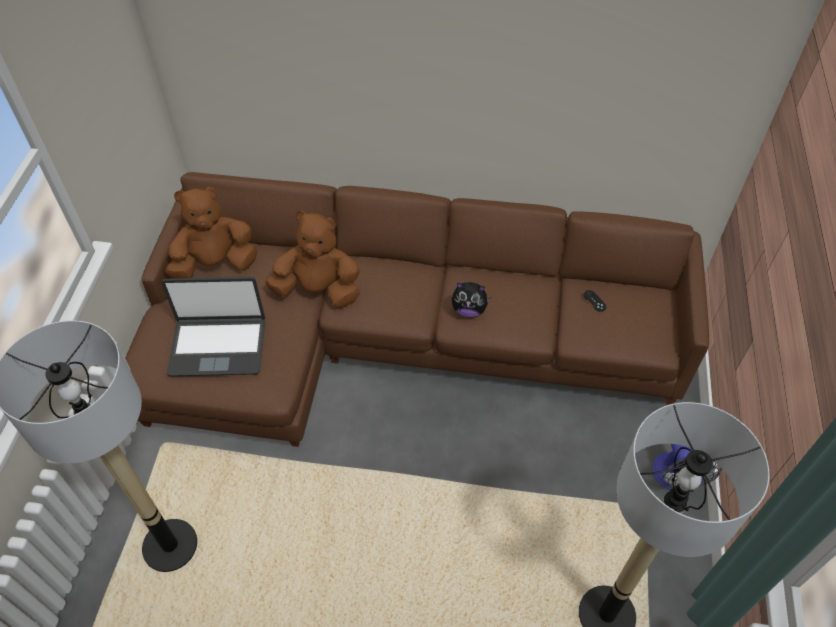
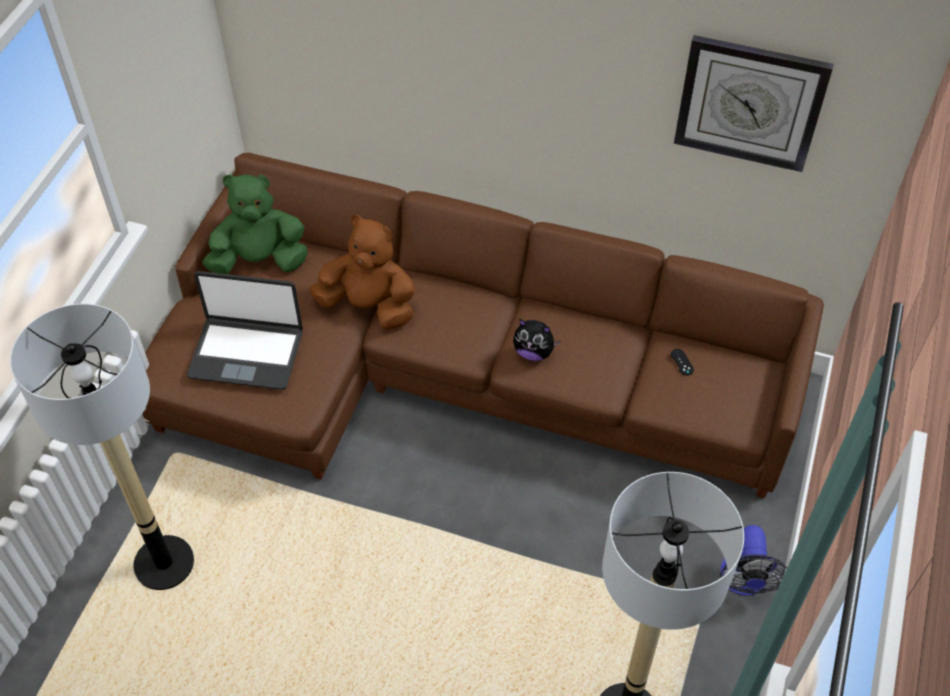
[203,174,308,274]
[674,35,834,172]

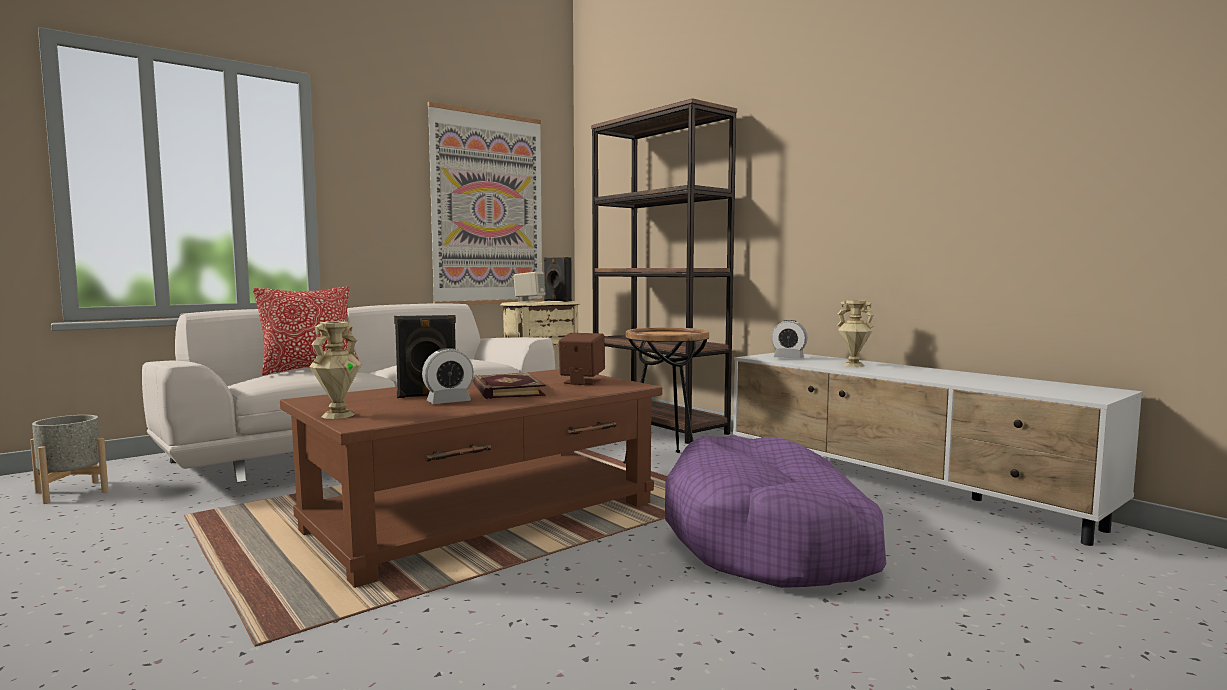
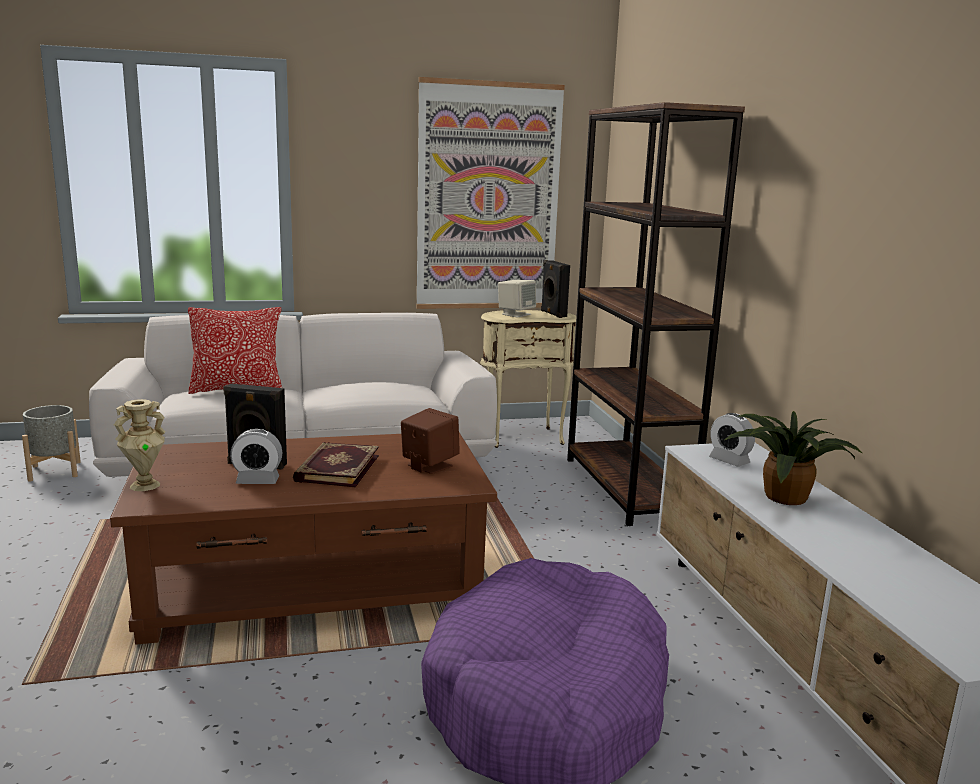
[724,411,863,505]
[623,327,709,463] (first image)

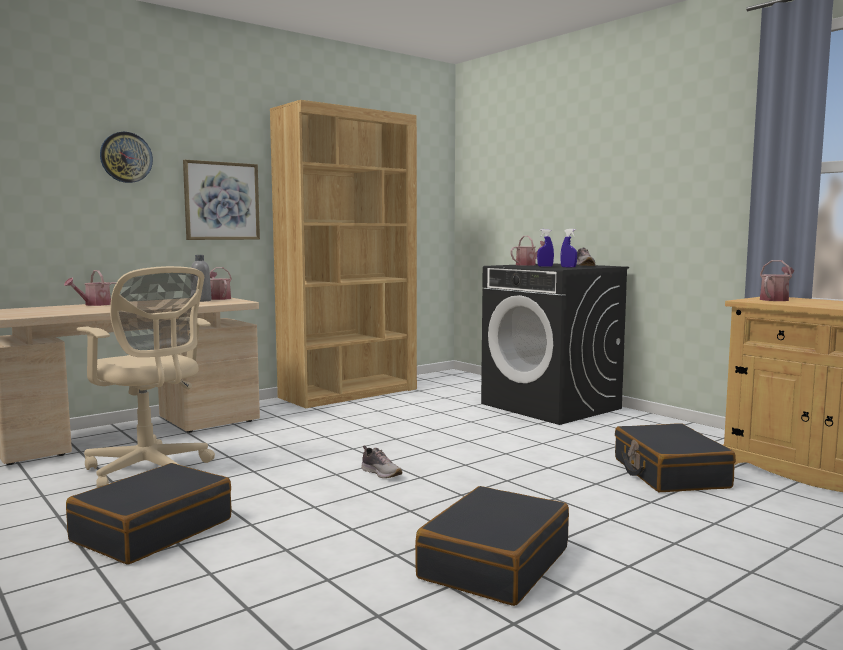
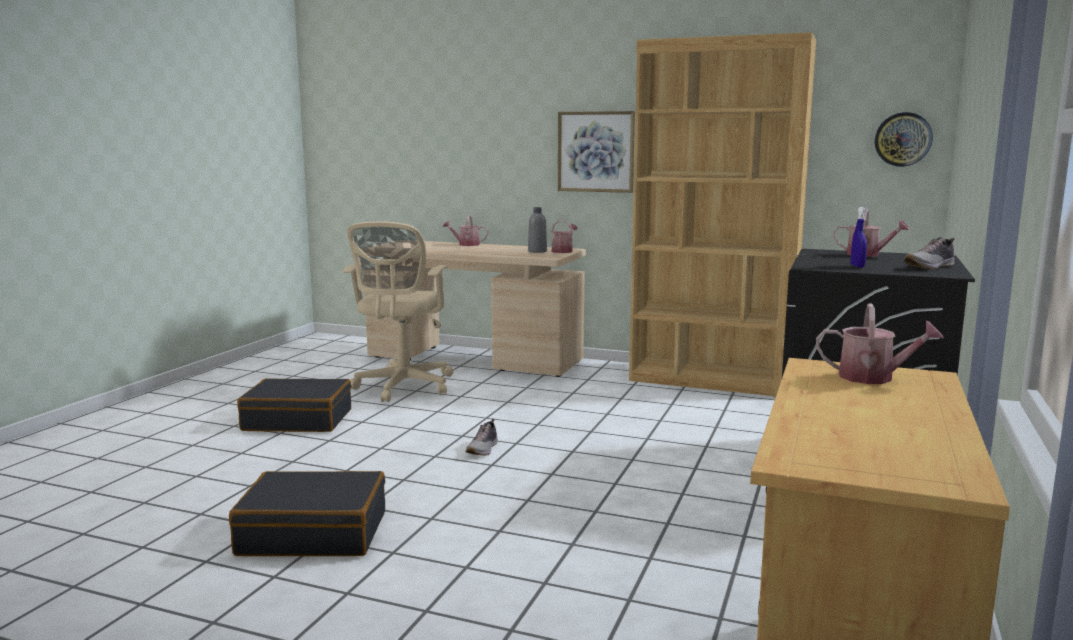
[875,112,933,167]
[537,229,554,267] (first image)
[615,423,736,492] (first image)

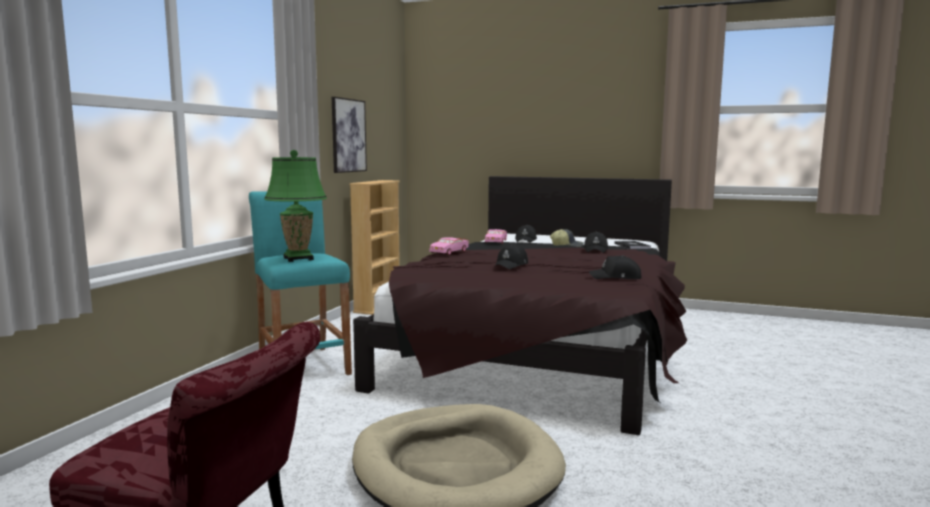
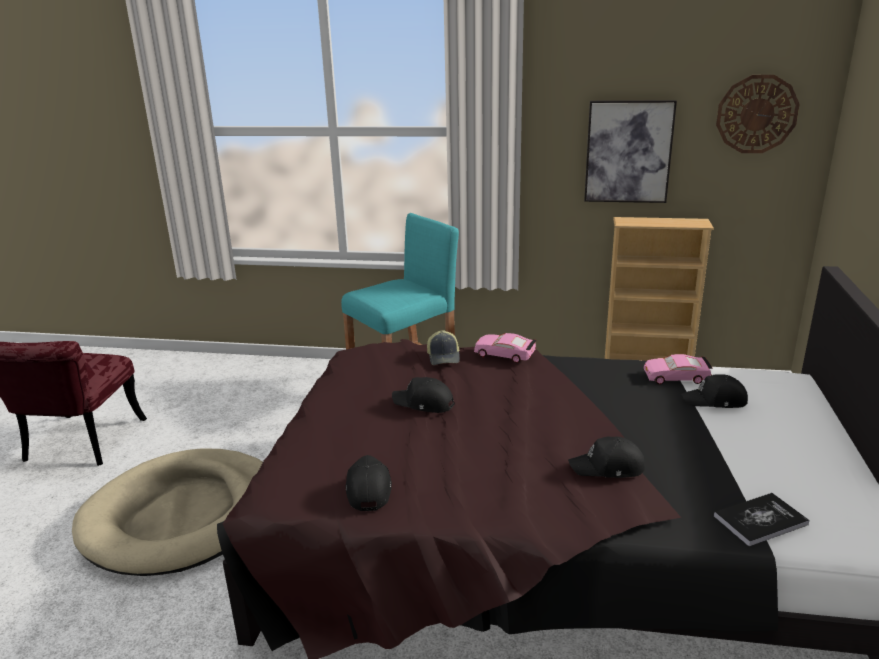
[427,330,460,365]
[716,75,800,153]
[264,150,327,262] (first image)

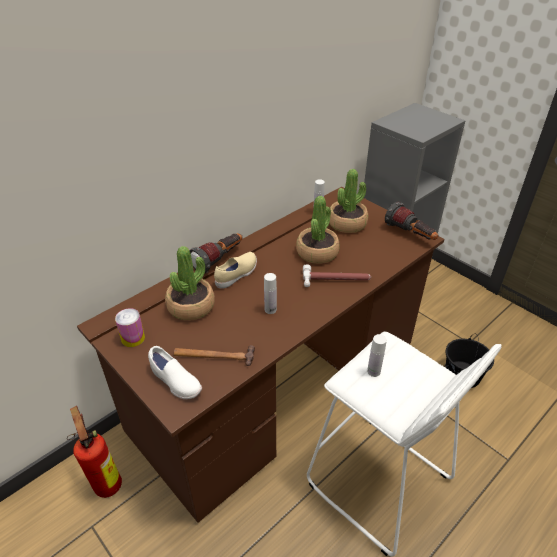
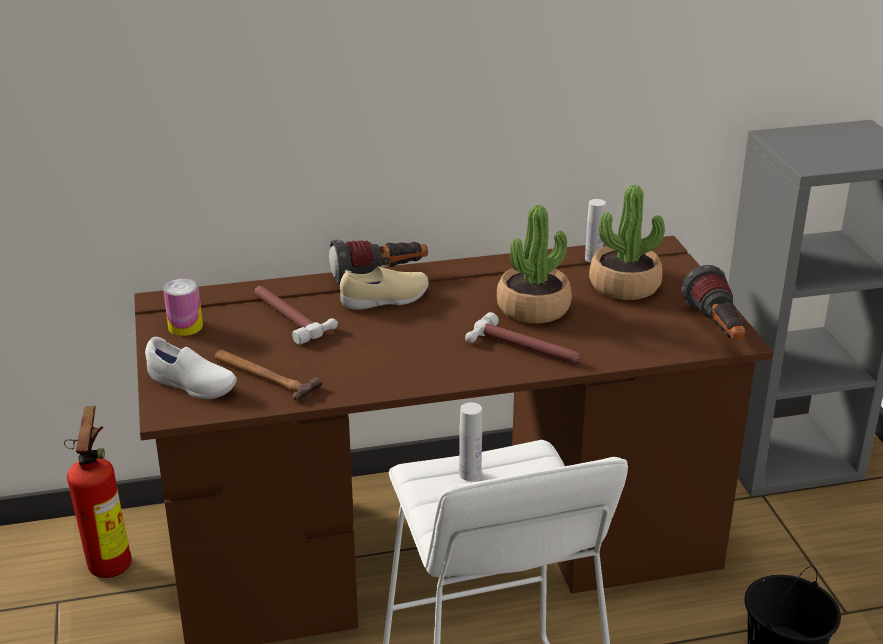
[145,337,237,399]
[255,286,338,345]
[264,273,277,314] (first image)

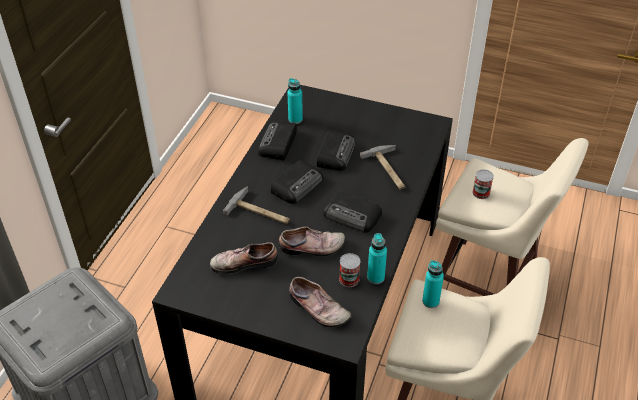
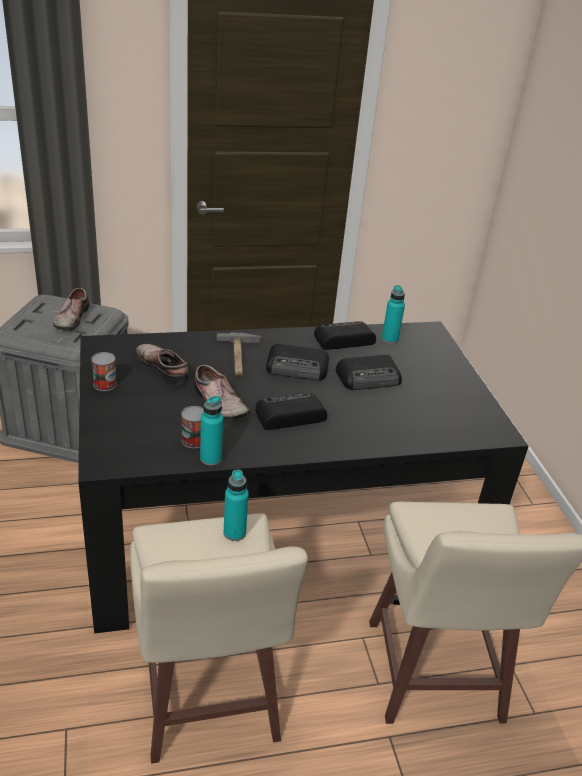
[53,288,90,331]
[91,352,117,391]
[255,393,327,430]
[360,145,405,190] (first image)

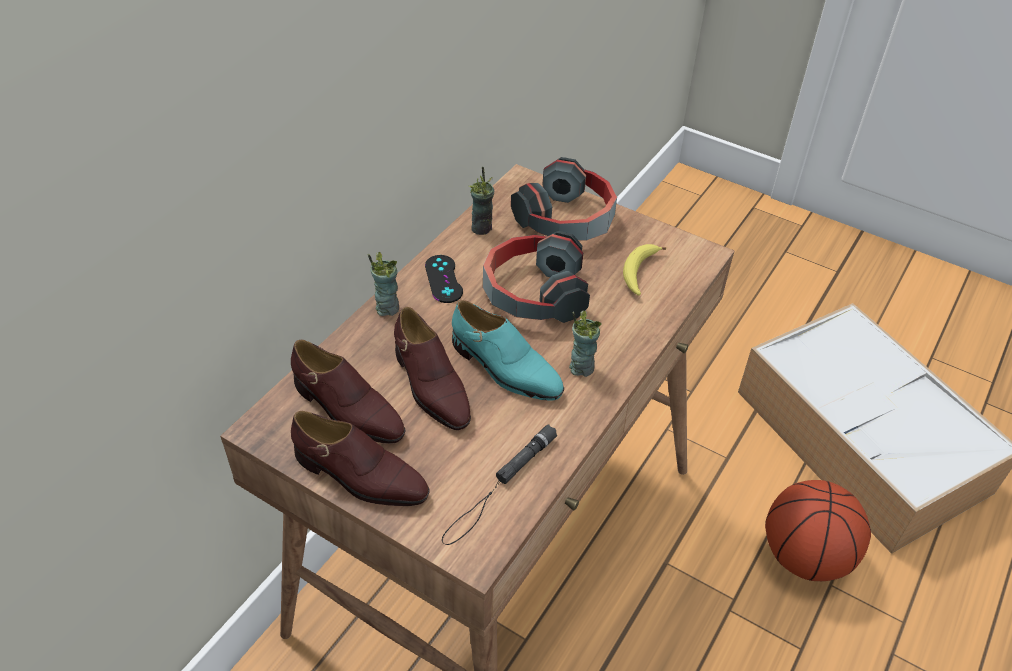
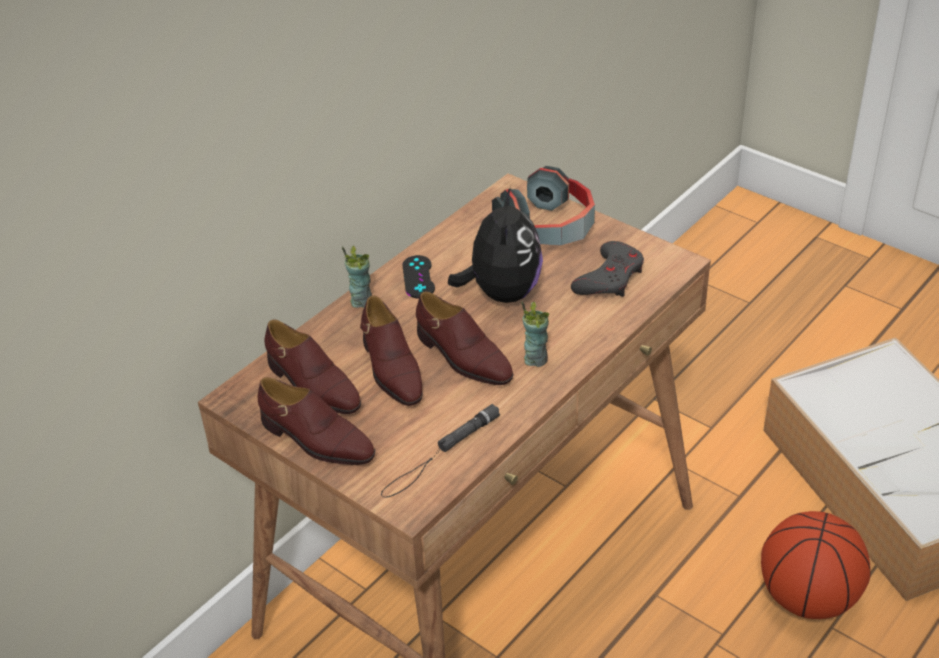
[416,291,514,385]
[448,187,543,303]
[571,241,644,297]
[469,167,494,235] (first image)

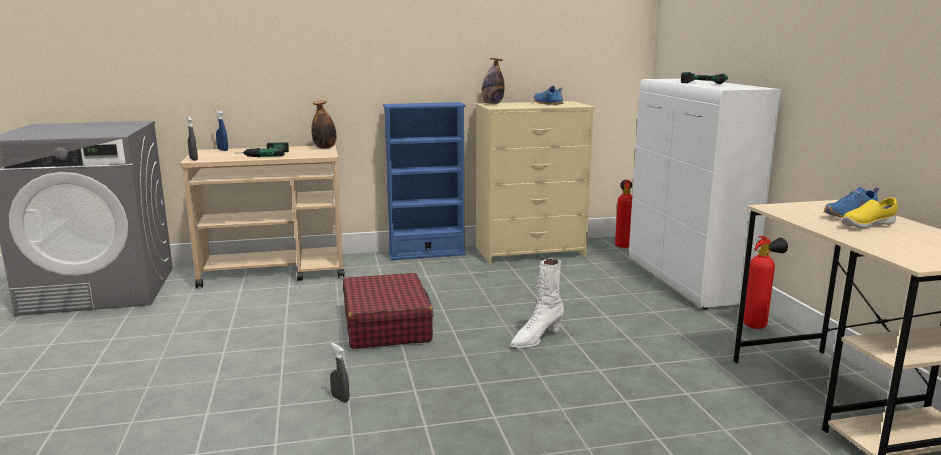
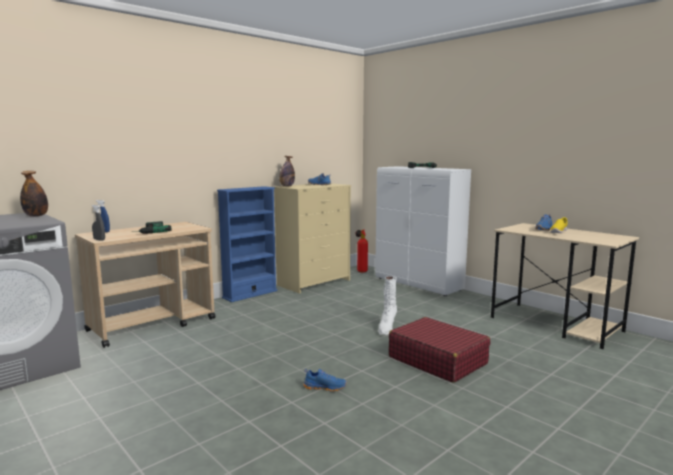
[20,171,48,217]
[303,369,347,392]
[389,317,490,383]
[743,236,788,329] (first image)

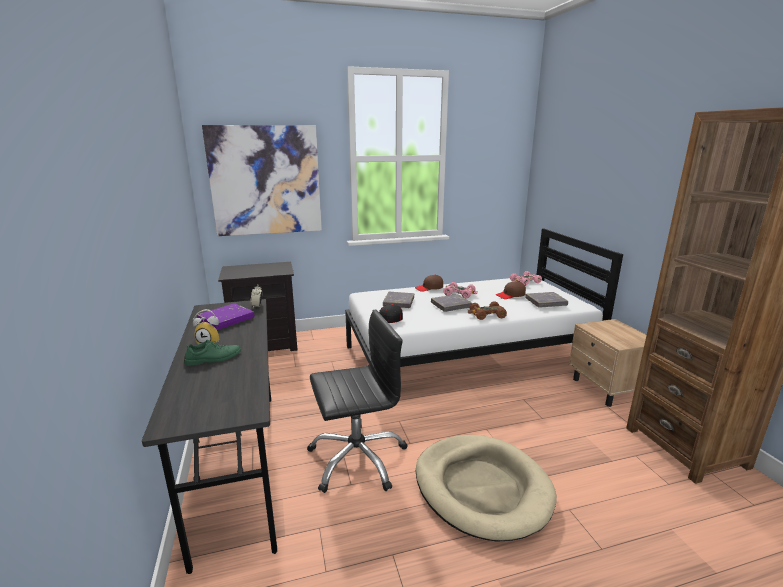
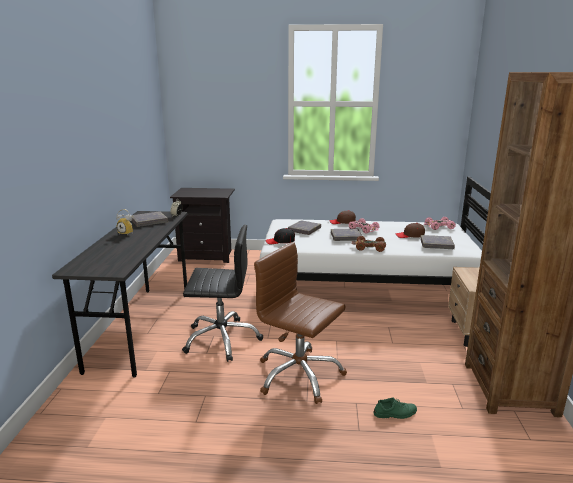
[131,211,168,227]
[254,242,347,404]
[373,397,417,419]
[202,125,322,236] (first image)

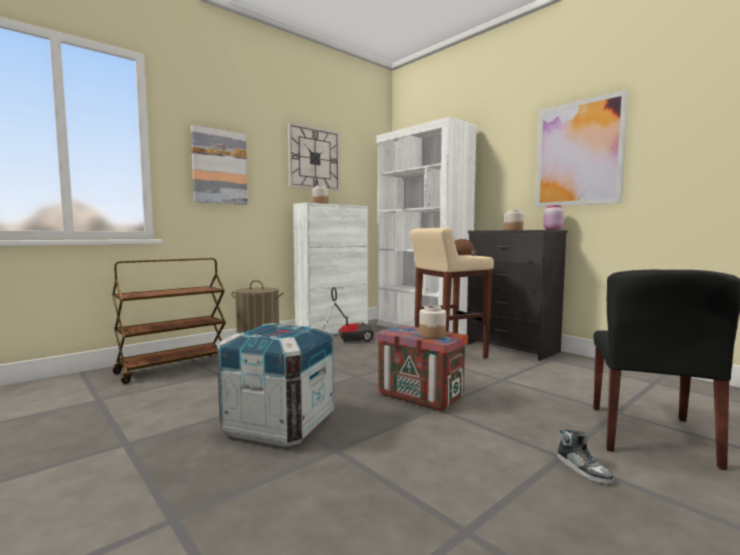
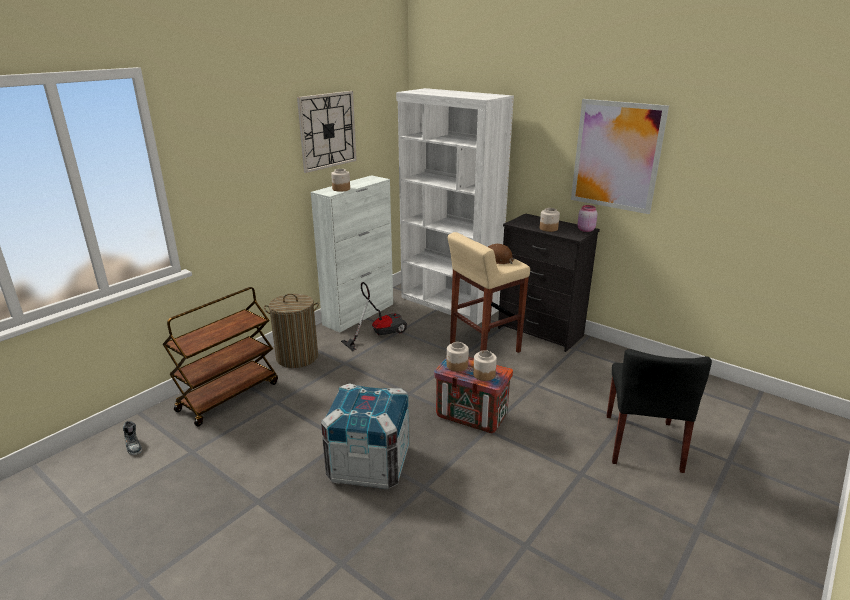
[123,421,142,455]
[446,342,469,371]
[191,125,248,205] (first image)

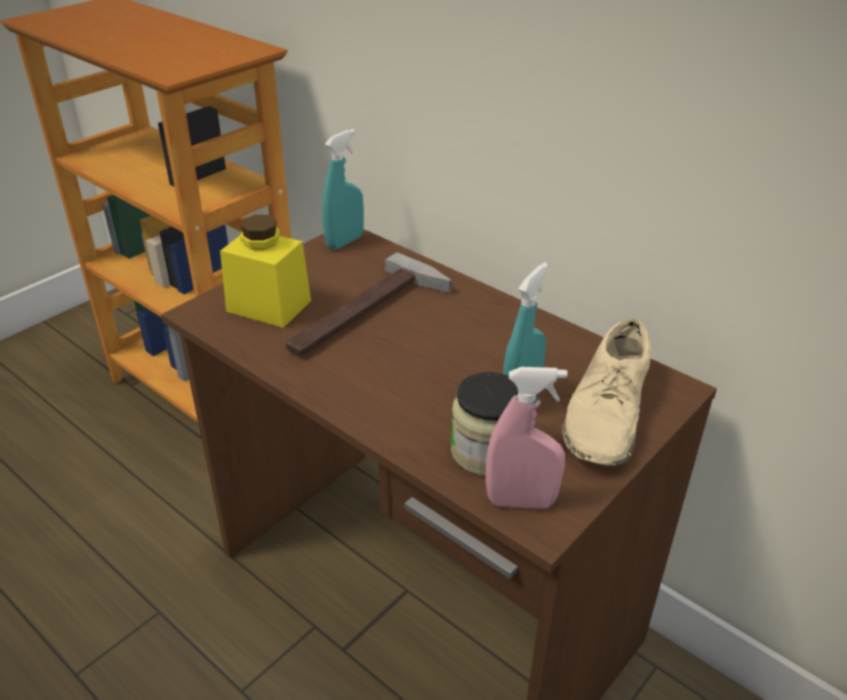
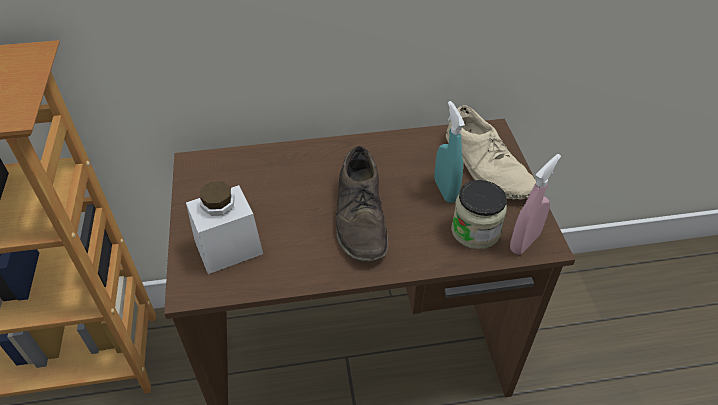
[186,181,263,274]
[336,146,388,261]
[285,252,452,356] (first image)
[322,129,364,250] (first image)

